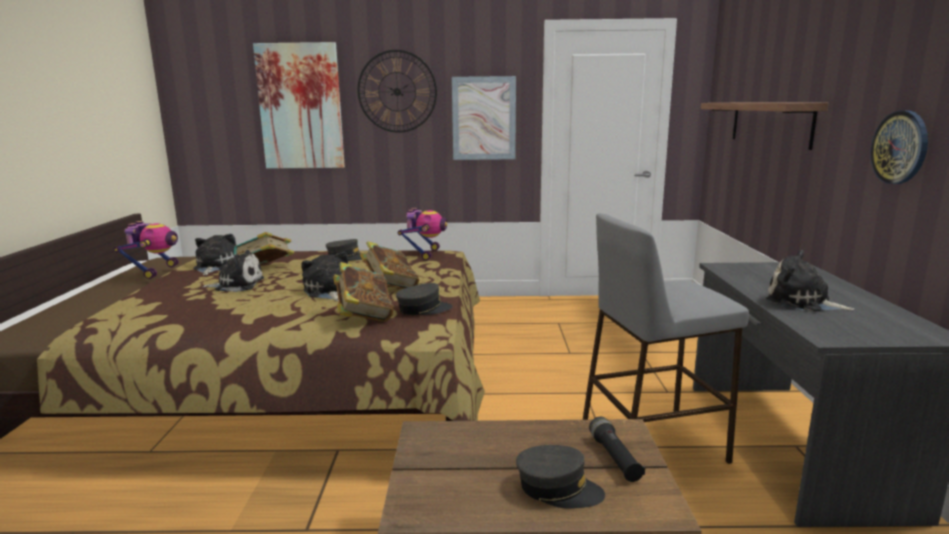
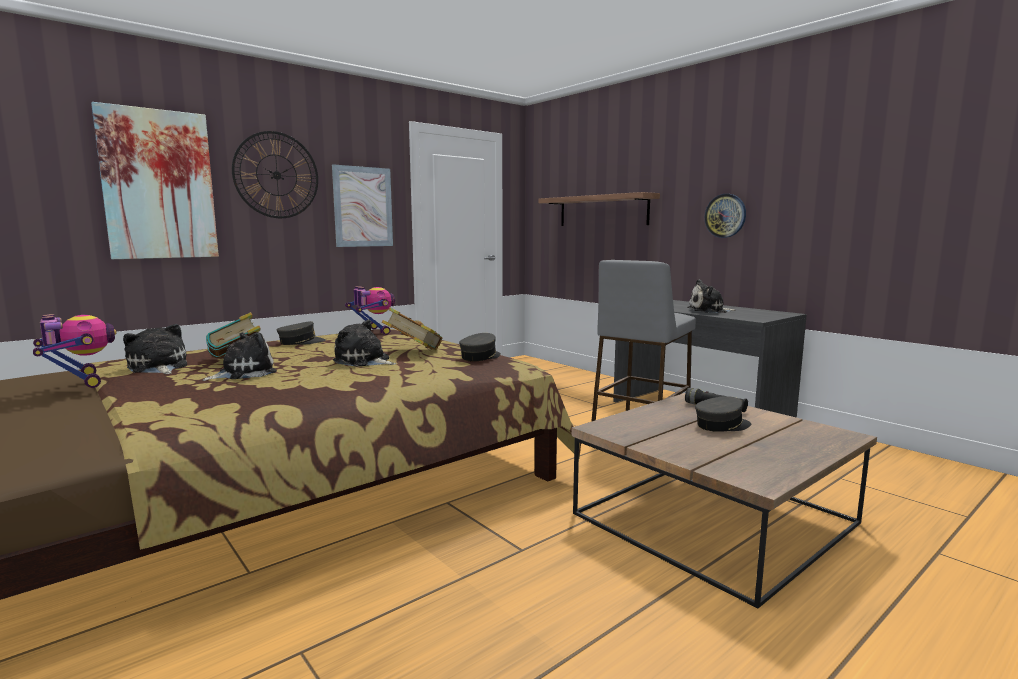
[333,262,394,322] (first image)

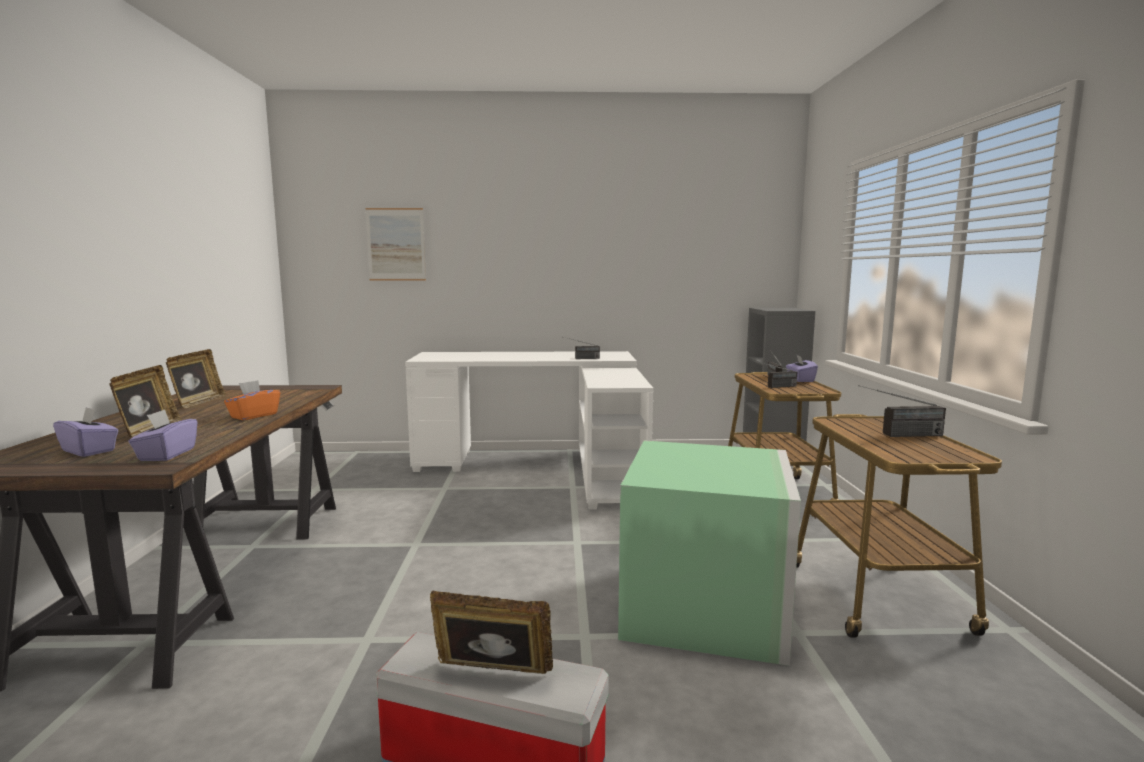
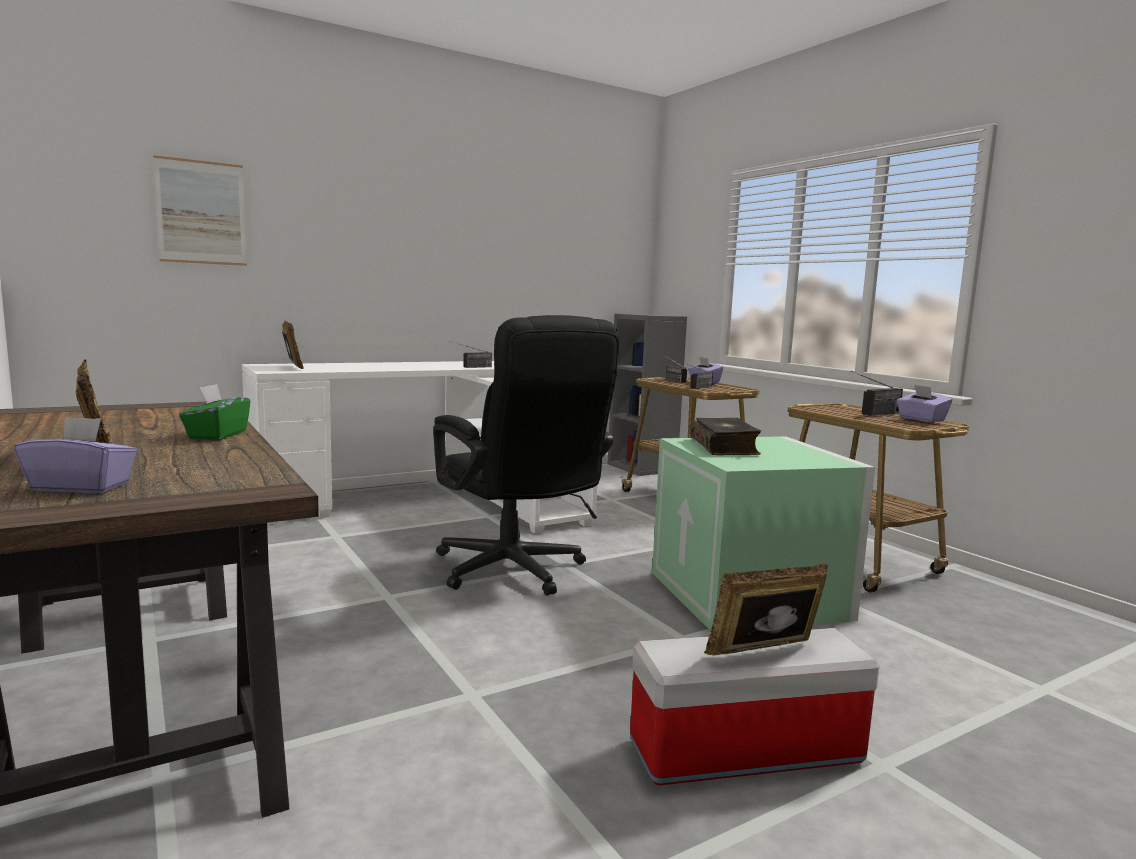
[179,384,250,440]
[282,320,304,369]
[433,315,619,596]
[690,418,761,455]
[897,384,952,422]

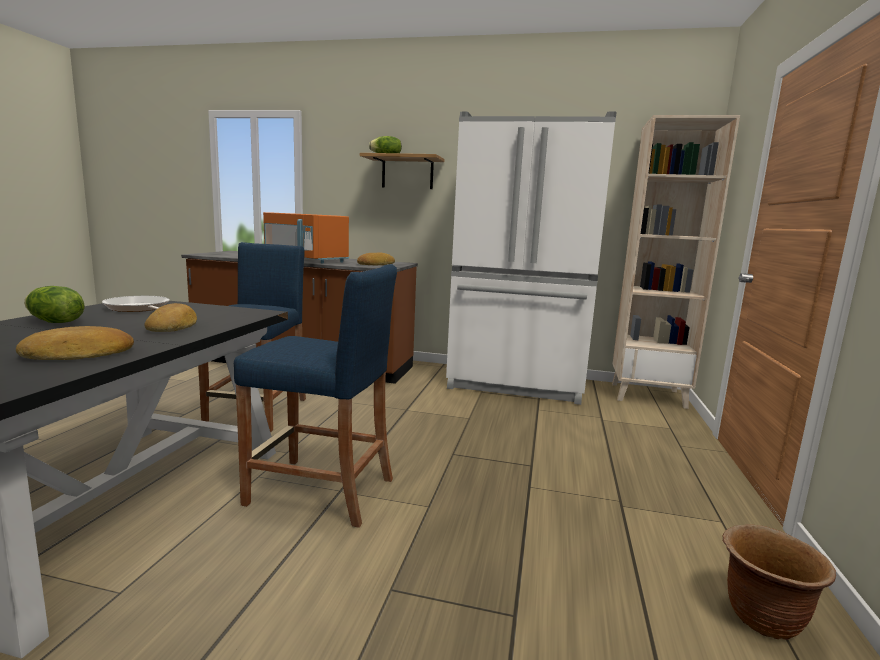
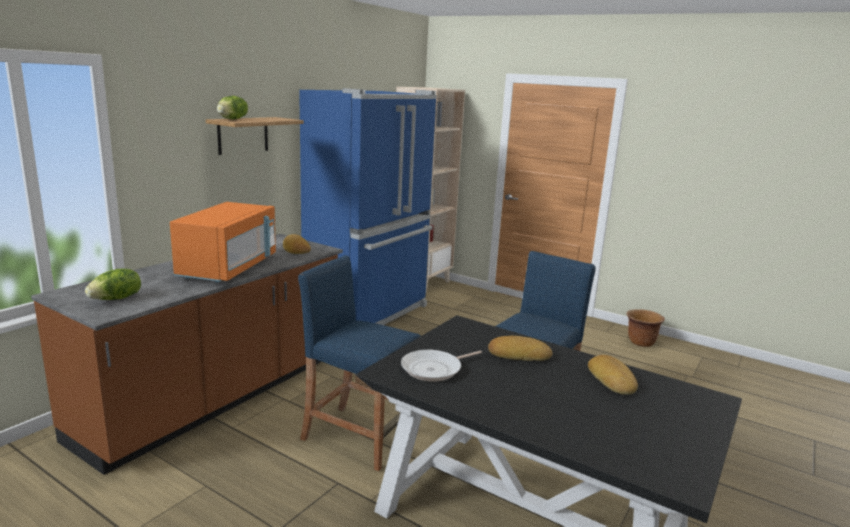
[85,268,141,300]
[170,202,276,283]
[299,88,437,325]

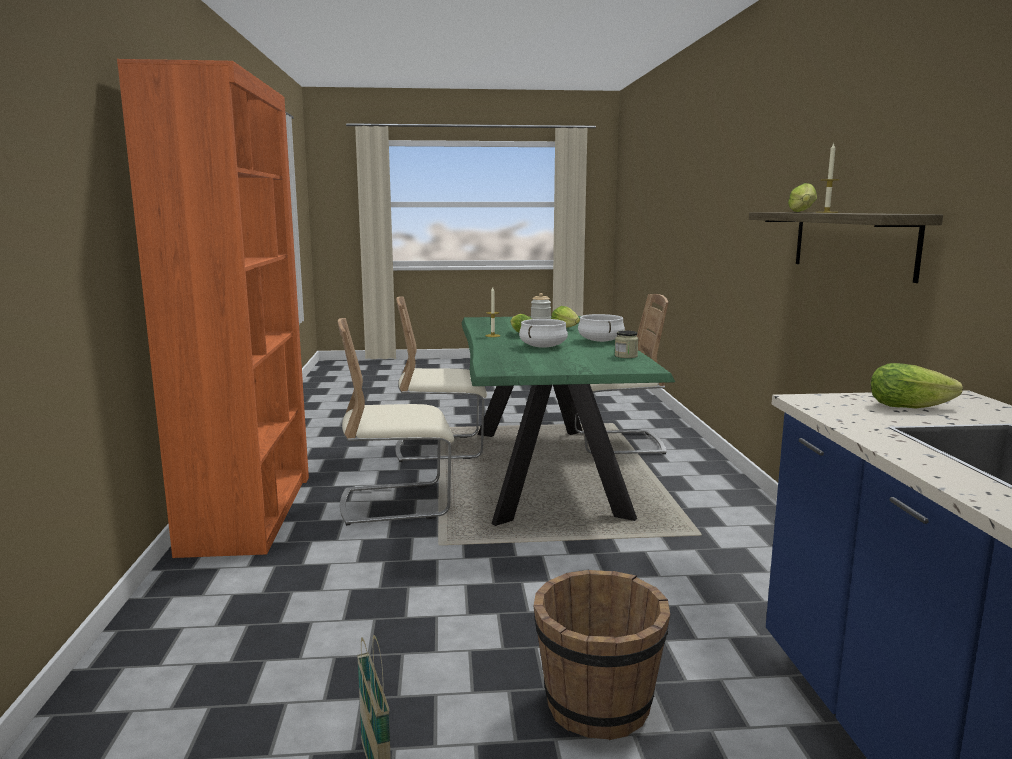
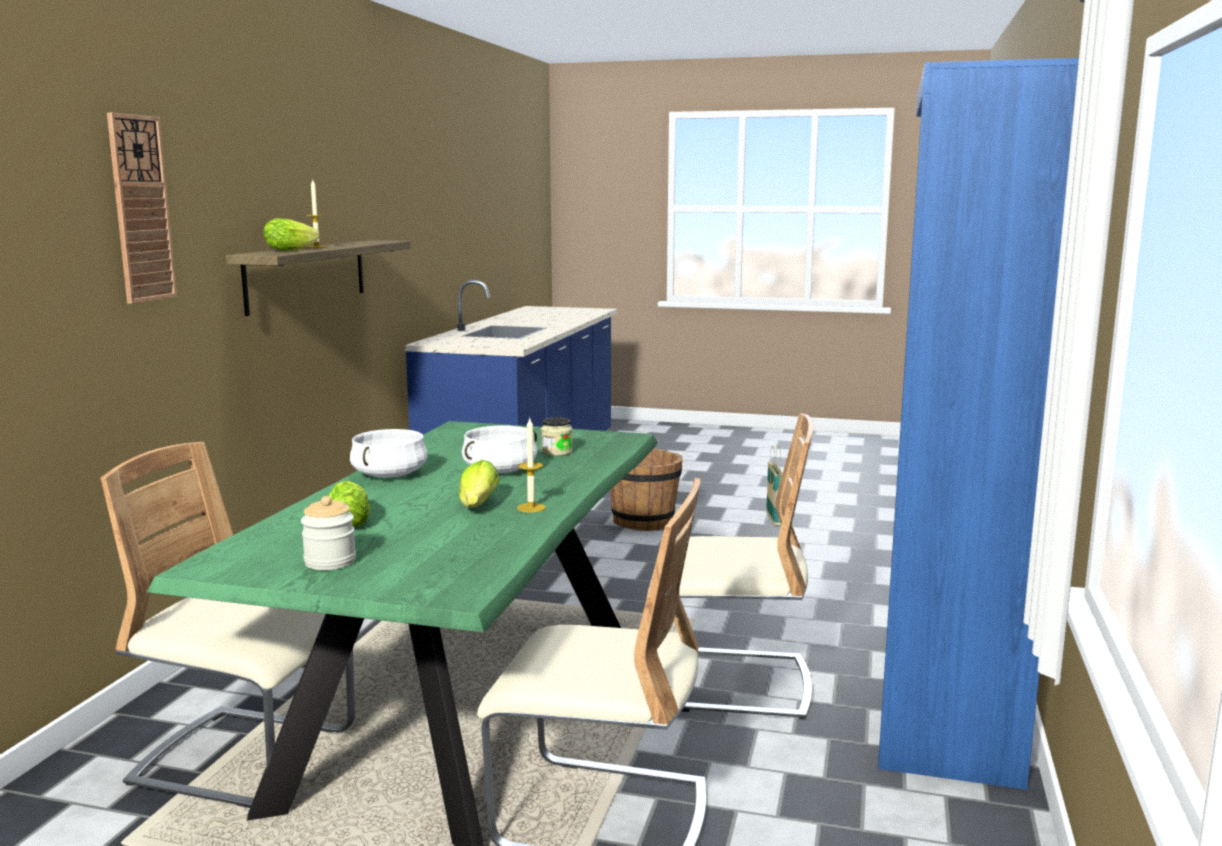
[107,113,177,304]
[541,417,573,456]
[878,58,1079,790]
[871,363,963,408] (first image)

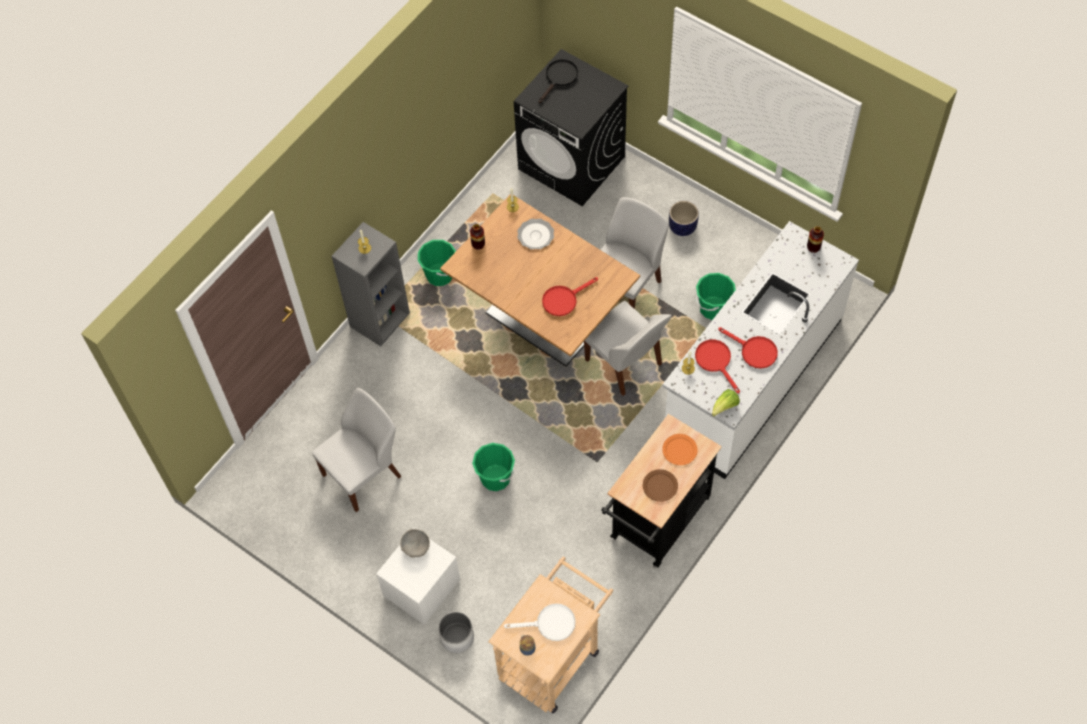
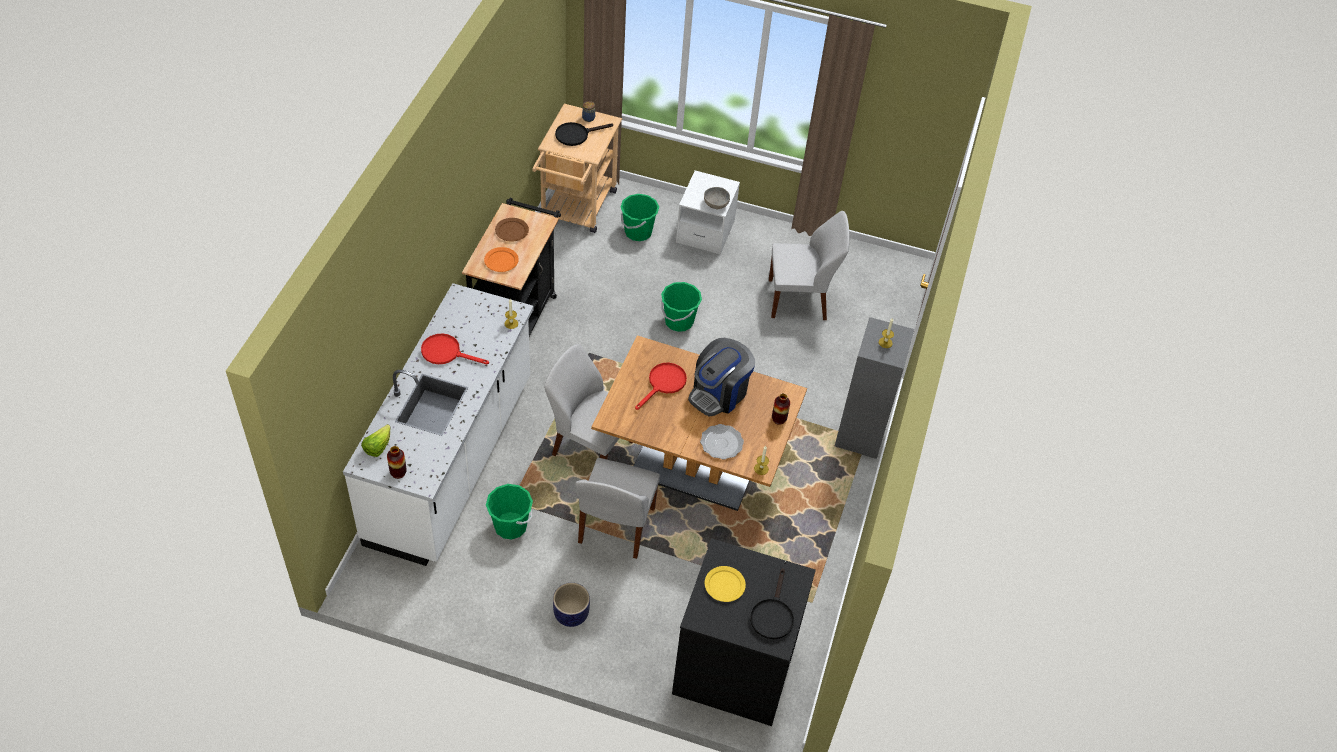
[361,424,390,457]
[555,122,613,146]
[621,194,659,241]
[688,338,755,417]
[705,566,746,602]
[769,211,849,320]
[438,612,474,653] (first image)
[695,339,740,393] (first image)

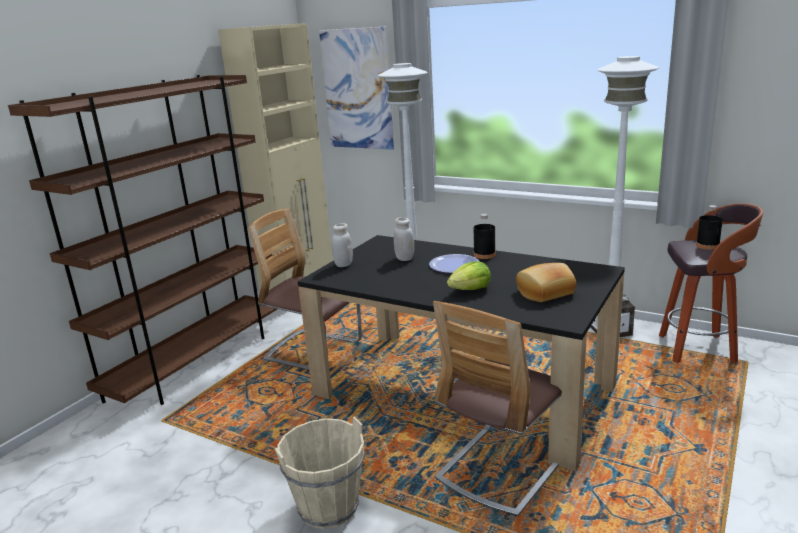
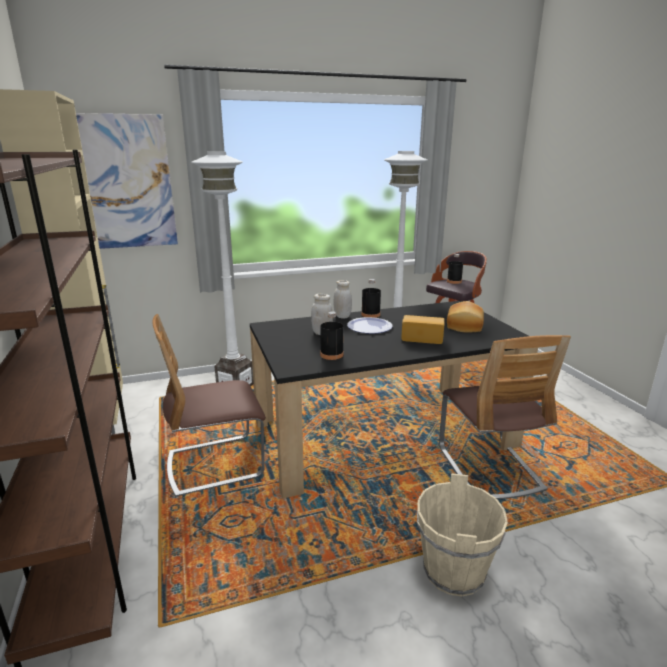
[320,311,344,360]
[334,280,352,318]
[401,315,445,344]

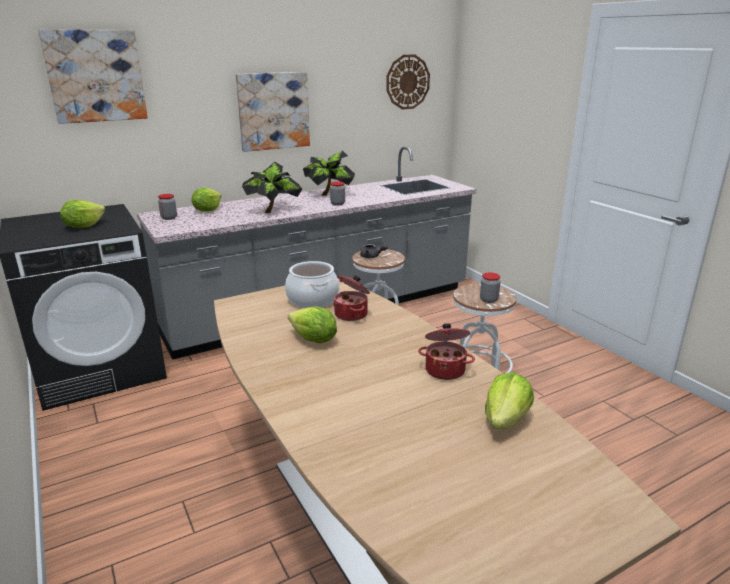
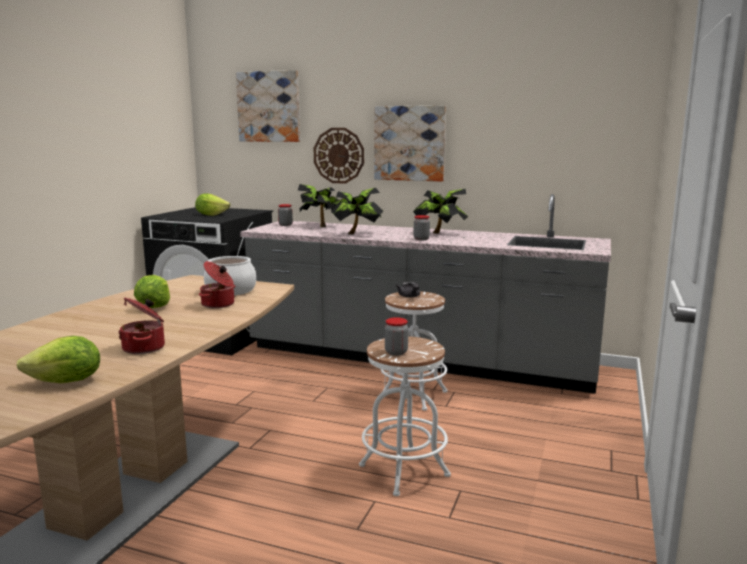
[298,184,338,227]
[314,128,364,184]

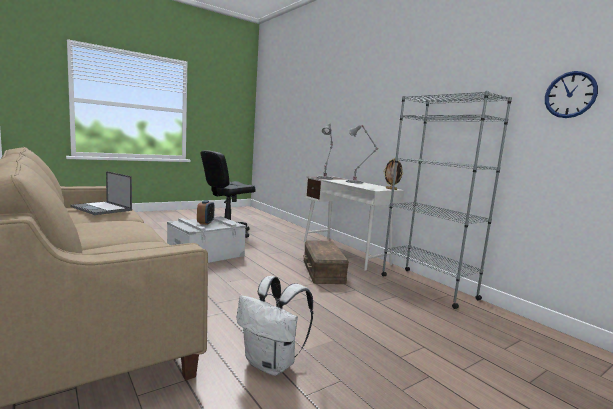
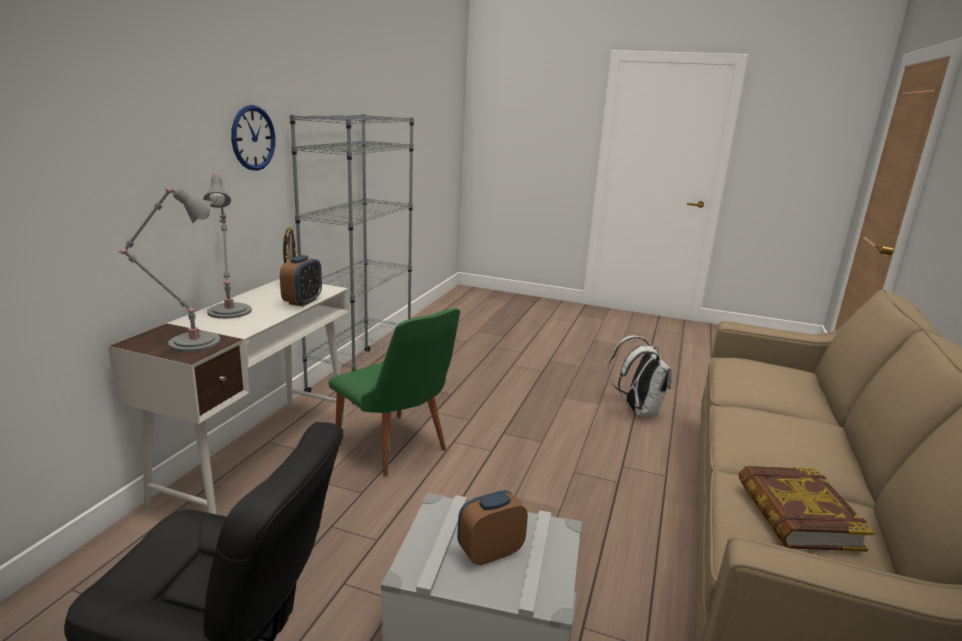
[231,105,275,171]
[280,255,322,306]
[329,308,460,477]
[739,466,875,552]

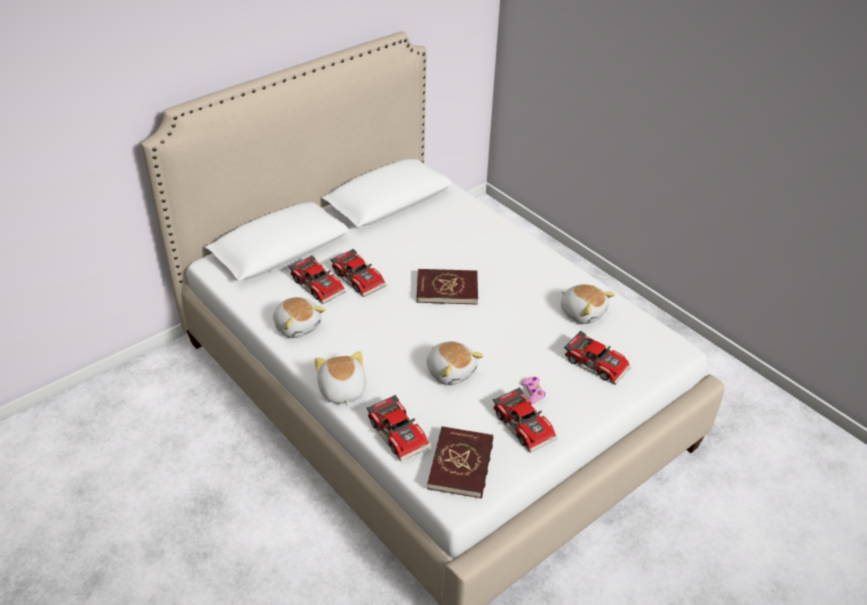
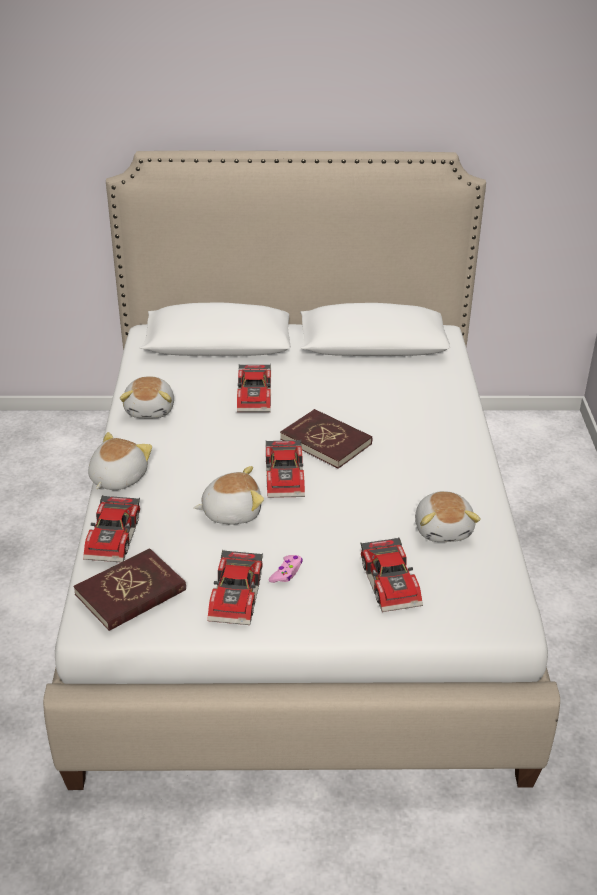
[194,466,264,524]
[266,440,305,498]

